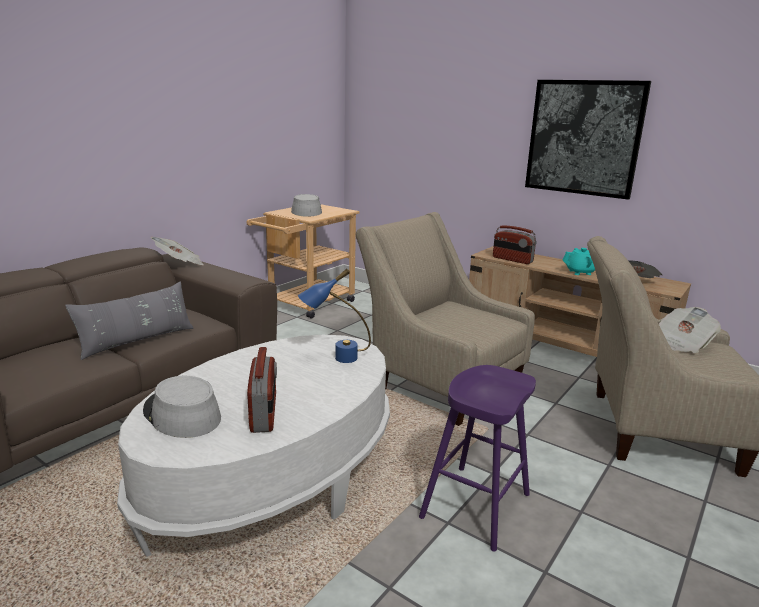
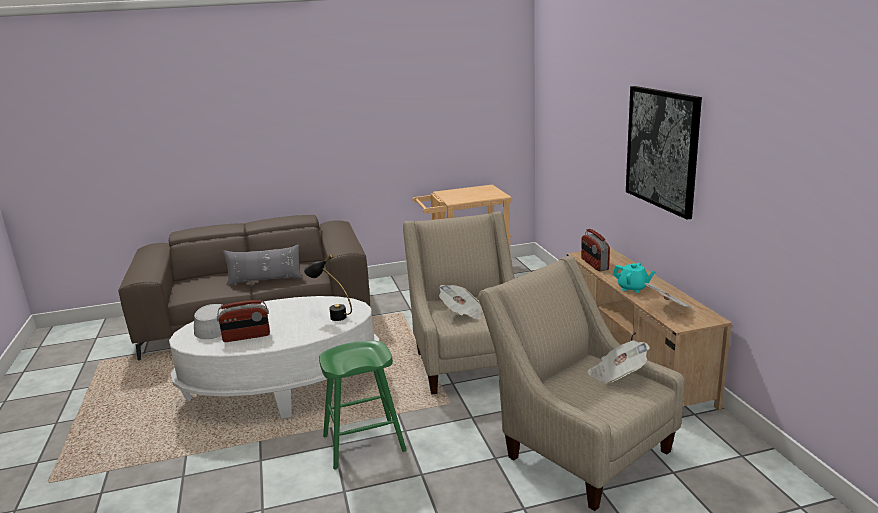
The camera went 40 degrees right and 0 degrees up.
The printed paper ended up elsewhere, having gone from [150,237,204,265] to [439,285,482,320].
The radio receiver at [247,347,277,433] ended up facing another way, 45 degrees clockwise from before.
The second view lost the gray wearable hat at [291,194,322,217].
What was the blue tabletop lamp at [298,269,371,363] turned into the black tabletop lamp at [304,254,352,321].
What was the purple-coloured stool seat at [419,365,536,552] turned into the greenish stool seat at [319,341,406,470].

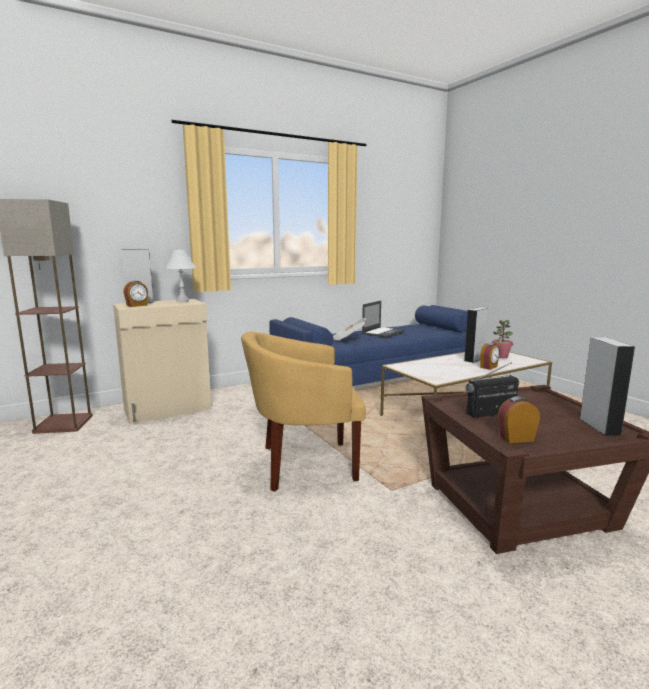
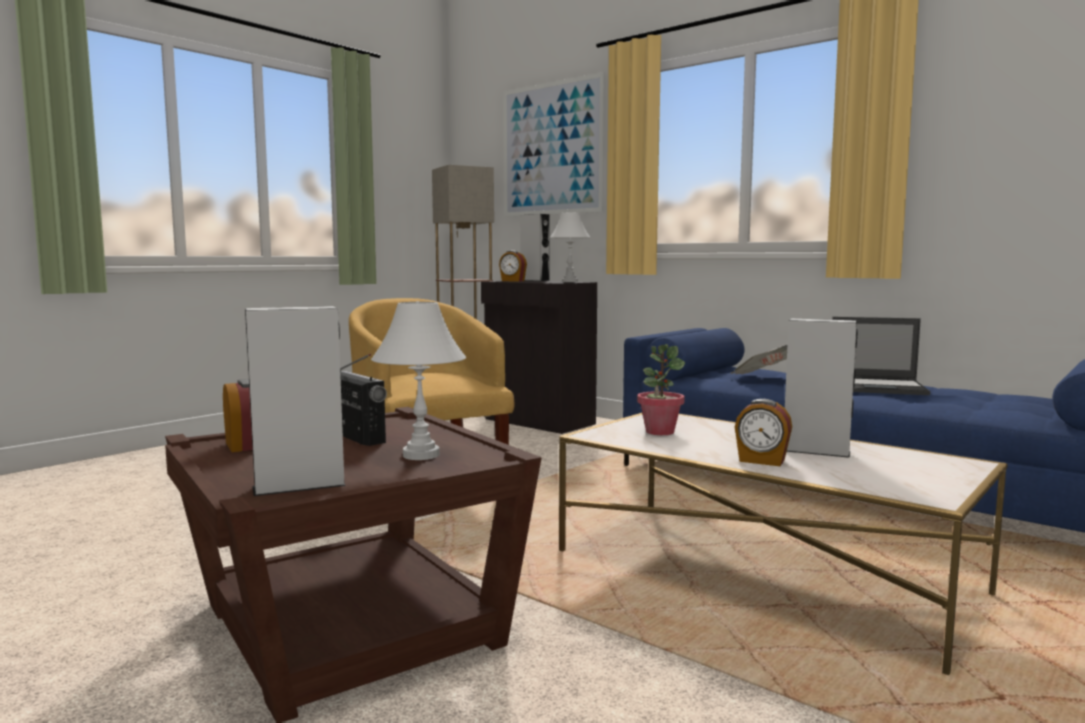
The camera went 70 degrees right and 5 degrees down.
What was the beige-coloured storage cabinet at [113,299,211,424] turned into the black storage cabinet at [481,281,597,434].
The houseplant ended up elsewhere, having gone from [492,320,513,358] to [637,344,685,435].
The second view gained the whitish tabletop lamp at [371,301,466,460].
The second view gained the wall art at [503,72,605,217].

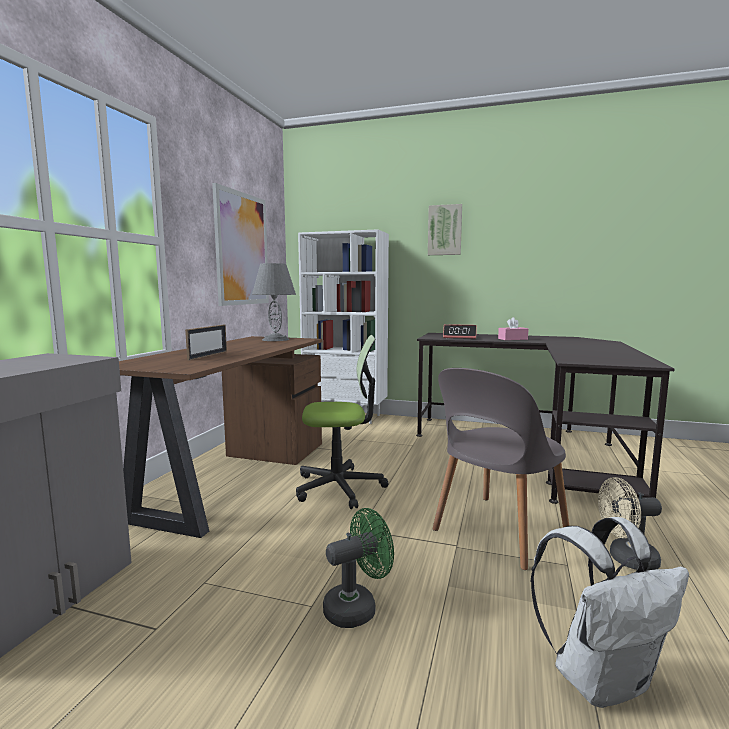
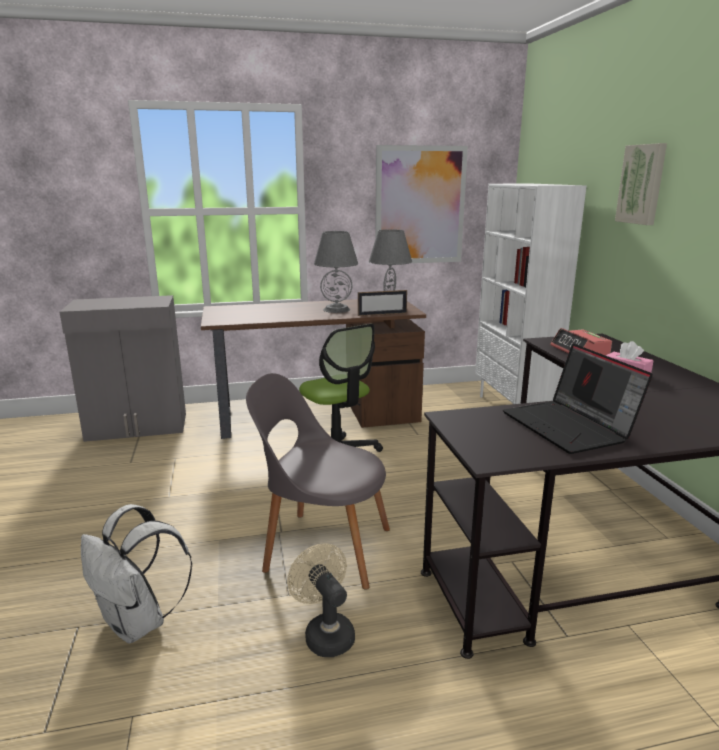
The camera went 60 degrees right and 10 degrees up.
The picture frame ended up elsewhere, having gone from [185,325,227,360] to [358,290,407,316].
The second view lost the greenish cooling fan at [323,508,394,628].
The second view gained the gray tabletop lamp at [314,231,358,313].
The second view gained the laptop at [503,344,653,454].

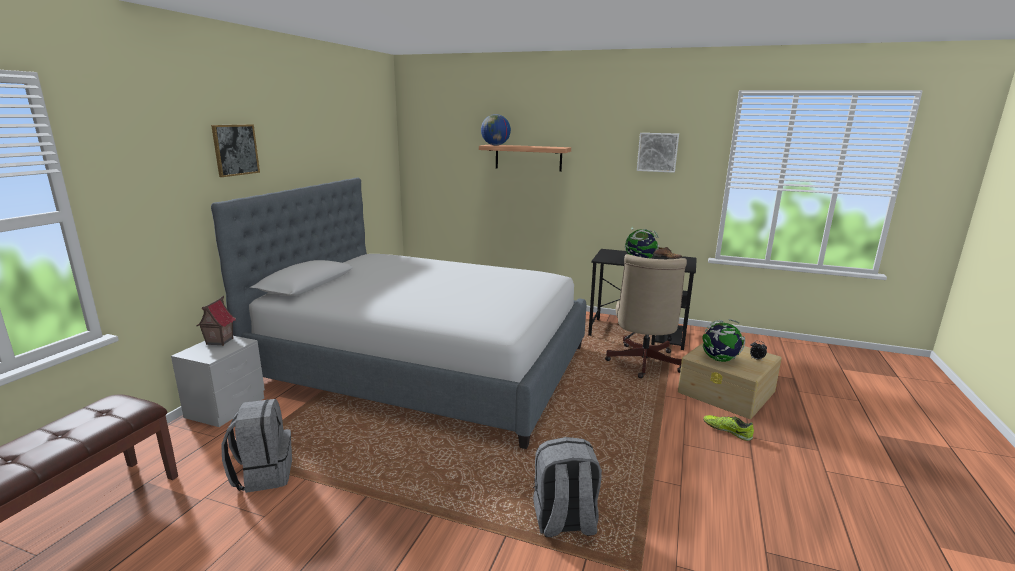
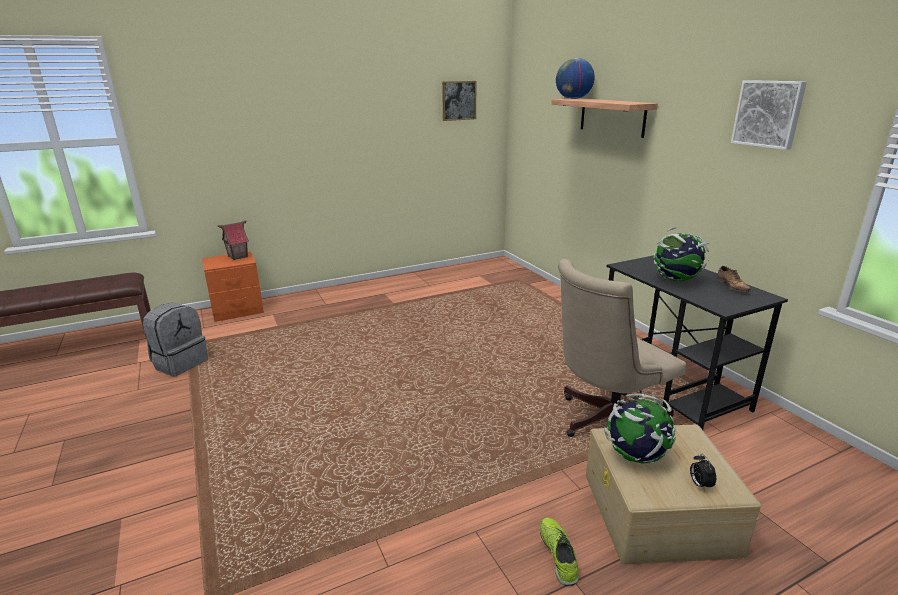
The camera went 45 degrees right and 5 degrees up.
What was the gray night table at [171,336,265,427] turned into the orangey night table at [202,251,264,322].
The wall art ended up elsewhere, having gone from [211,124,260,177] to [442,81,477,121].
The second view lost the sleeping bed at [211,178,586,449].
The second view lost the gray backpack at [533,437,602,537].

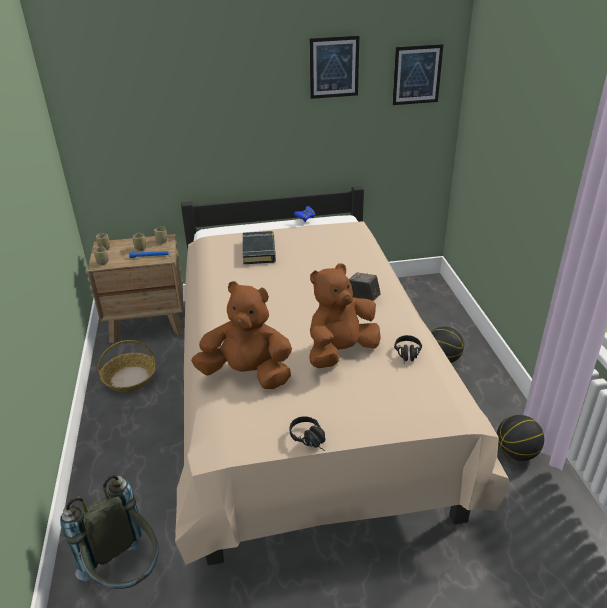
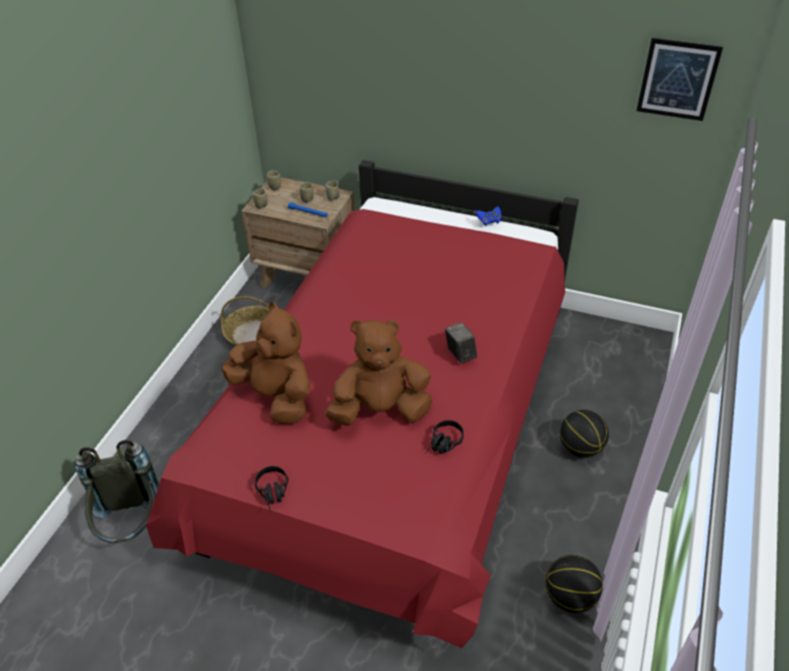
The camera went 30 degrees right and 10 degrees up.
What was the beige-coloured sleeping bed at [175,186,509,565] turned into the reddish sleeping bed at [146,160,579,648].
The second view lost the black volume at [243,231,276,264].
The second view lost the wall art at [310,36,359,99].

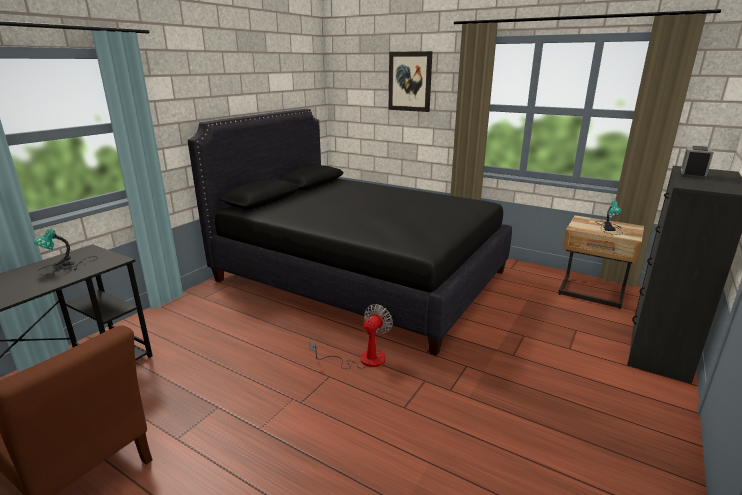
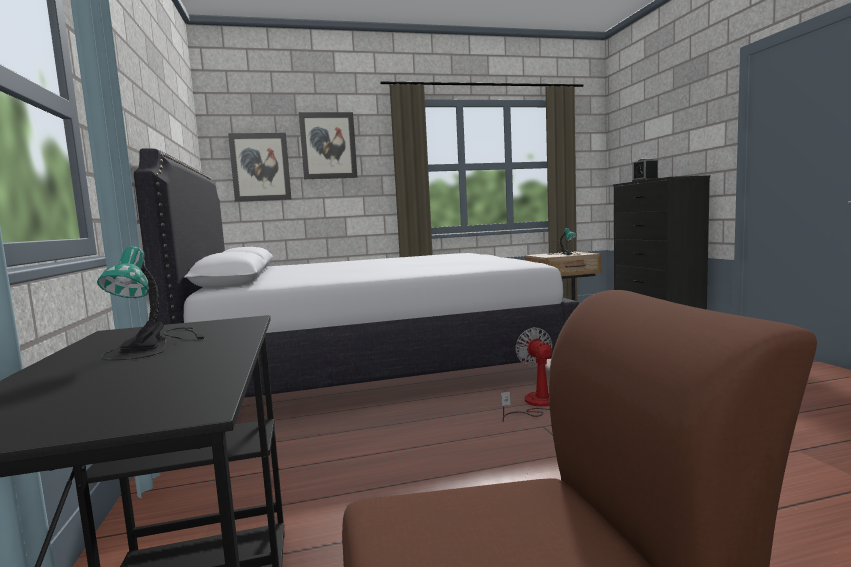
The camera went 45 degrees left and 15 degrees down.
What was the black sleeping bed at [187,109,512,356] turned into the whitish sleeping bed at [134,148,579,398].
The second view gained the wall art at [228,133,292,202].

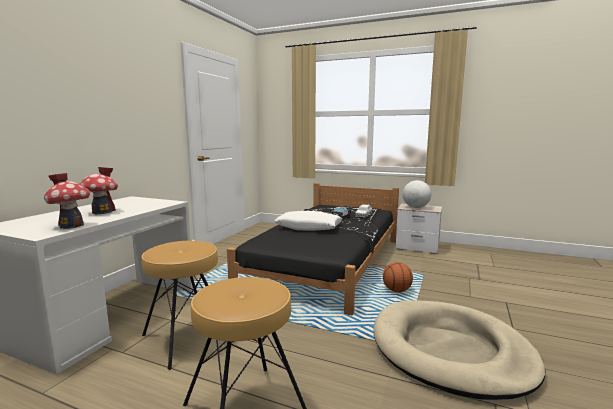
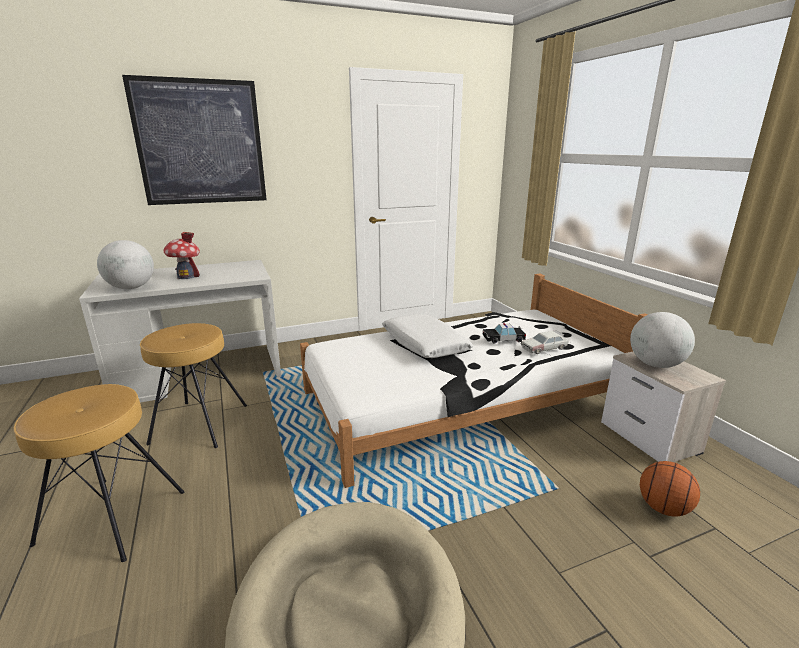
The camera went 45 degrees right and 10 degrees up.
Where the miniature house stood at [44,173,90,229], the desk globe came to stand at [97,240,154,289].
What was the black sleeping bed at [227,183,399,315] turned into the whitish sleeping bed at [300,274,648,488].
The basketball ball ended up elsewhere, having gone from [383,262,413,292] to [640,461,700,516].
The second view gained the wall art at [122,75,267,205].

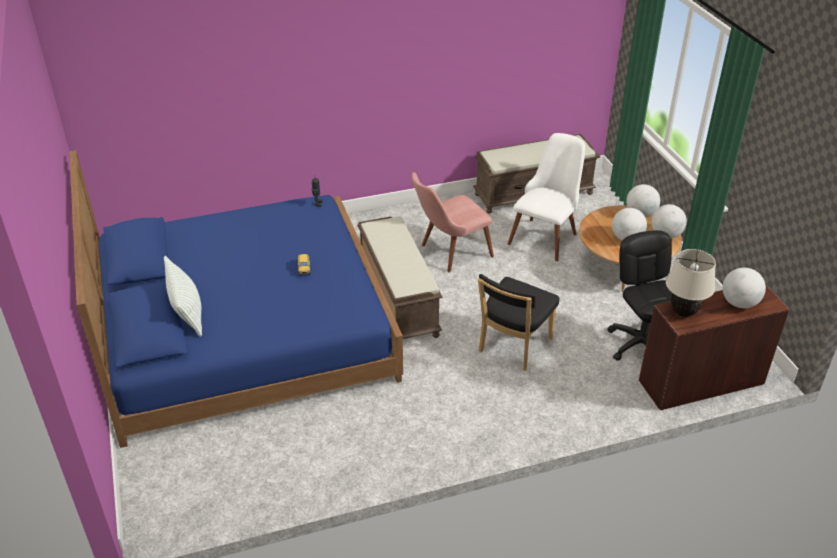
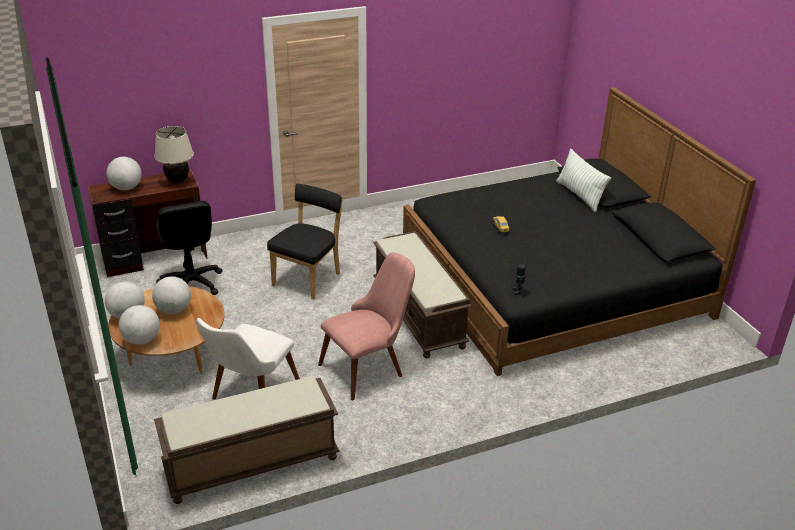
The camera went 175 degrees right and 5 degrees down.
What was the blue sleeping bed at [69,150,403,448] turned into the black sleeping bed at [403,87,756,376].

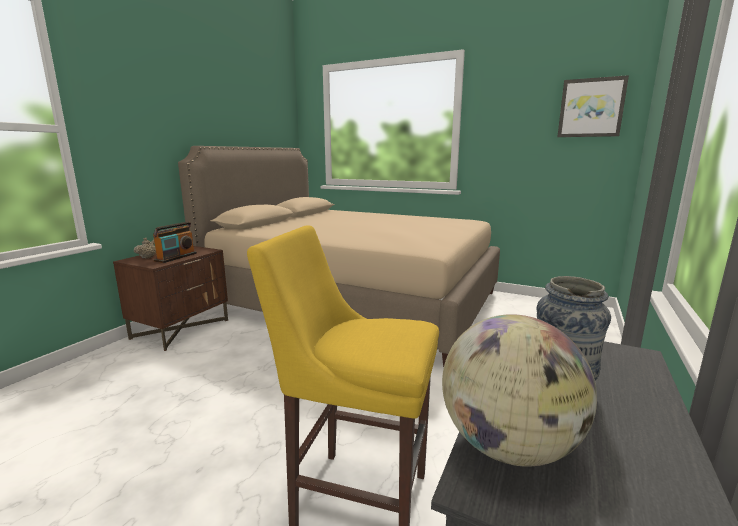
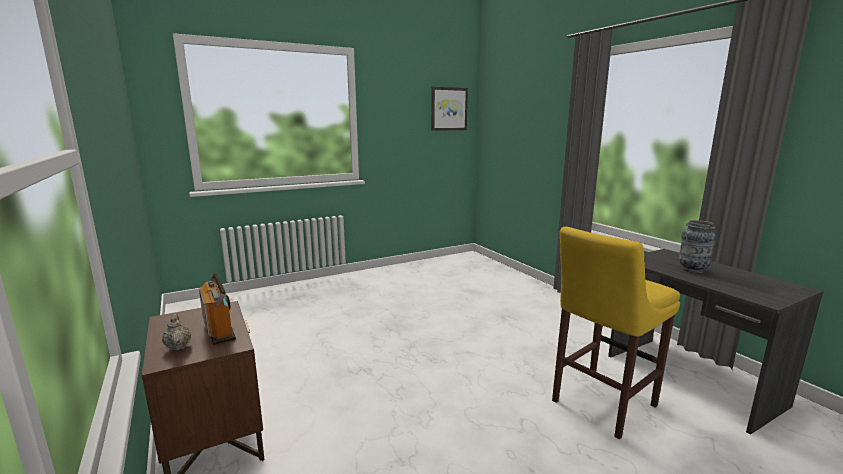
The camera went 55 degrees left and 0 degrees up.
The second view lost the beige-coloured sleeping bed at [178,146,500,367].
The second view lost the desk globe at [442,314,597,467].

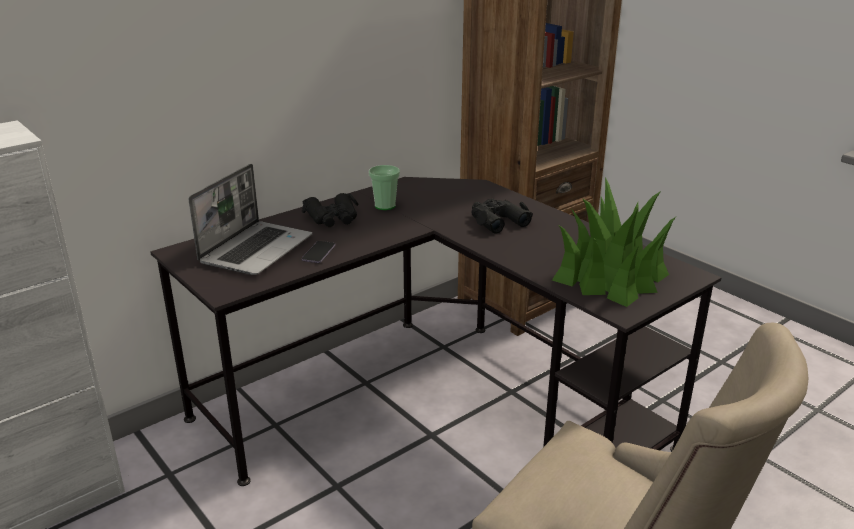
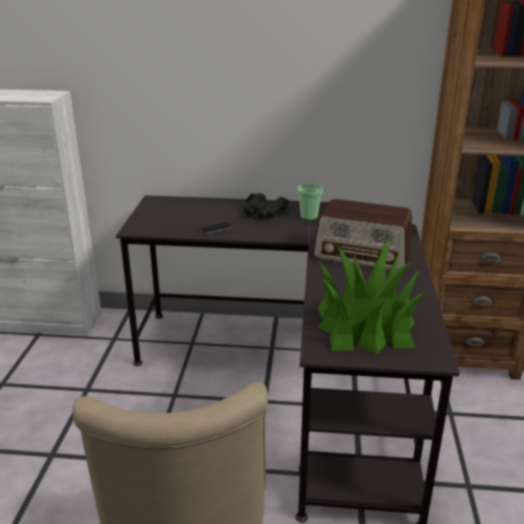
The camera went 45 degrees right and 0 degrees up.
The second view lost the laptop at [189,164,312,275].
Where the black field glasses stood at [471,199,533,234], the radio receiver came to stand at [313,199,412,270].

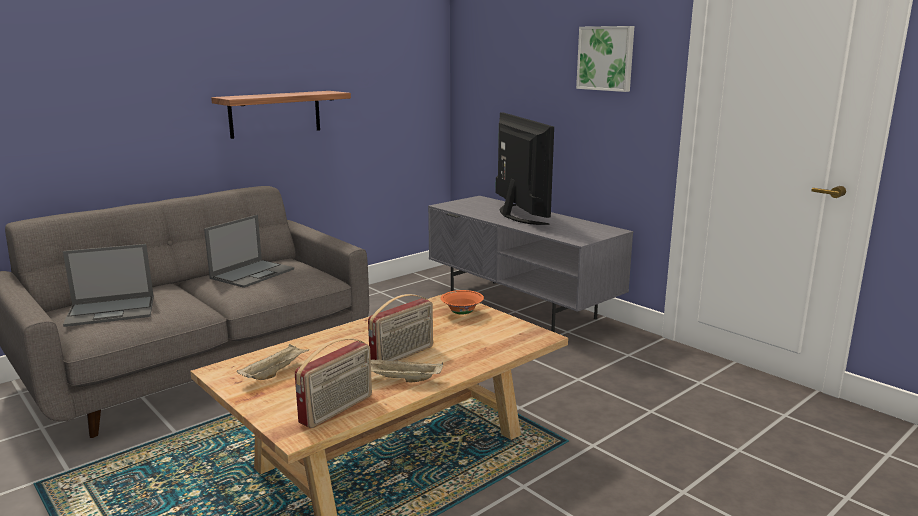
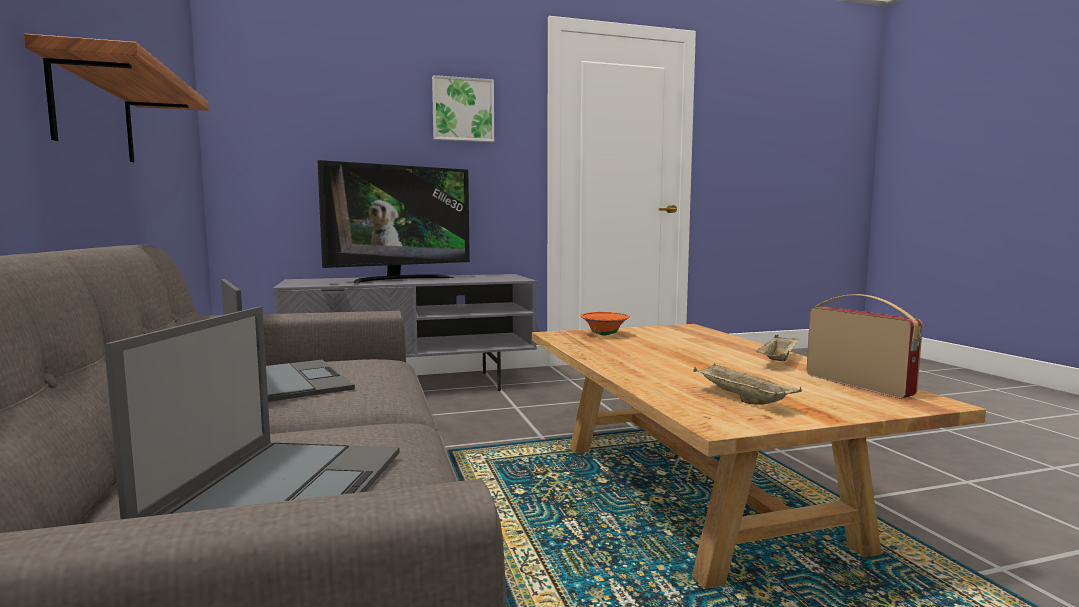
The camera went 65 degrees left and 10 degrees down.
The second view lost the radio receiver at [368,294,433,361].
The television at [495,112,554,225] ended up facing another way, 135 degrees clockwise from before.

